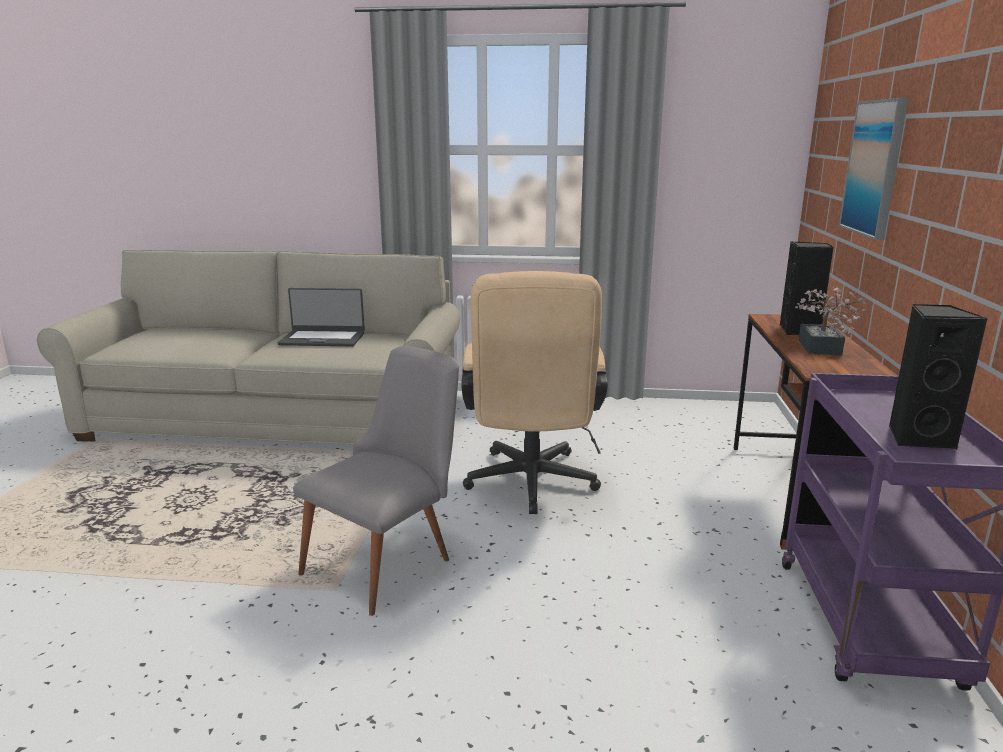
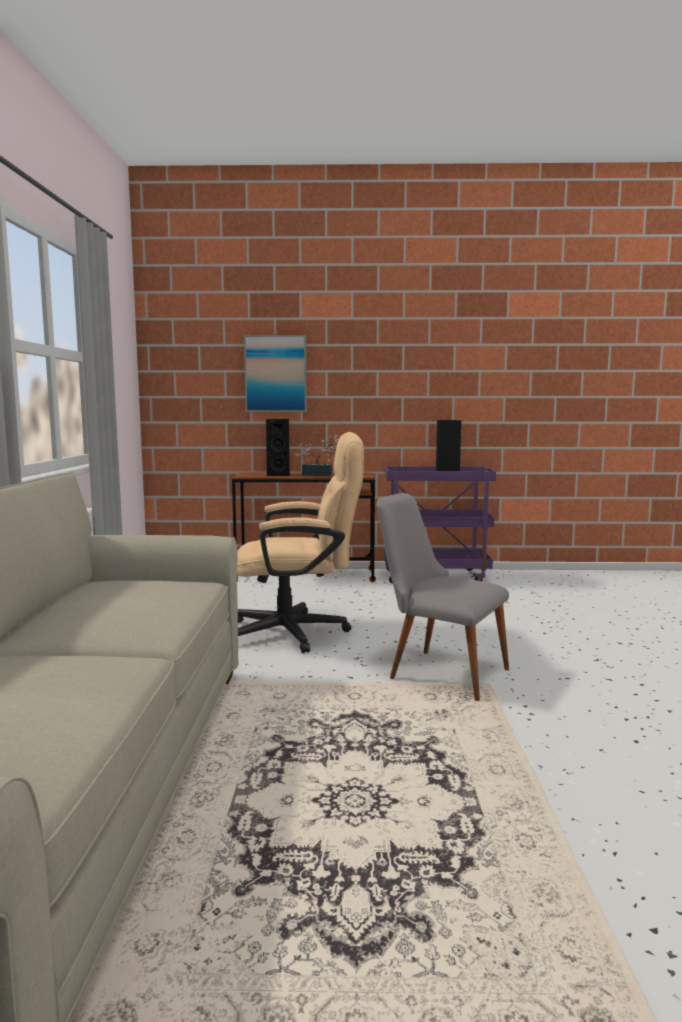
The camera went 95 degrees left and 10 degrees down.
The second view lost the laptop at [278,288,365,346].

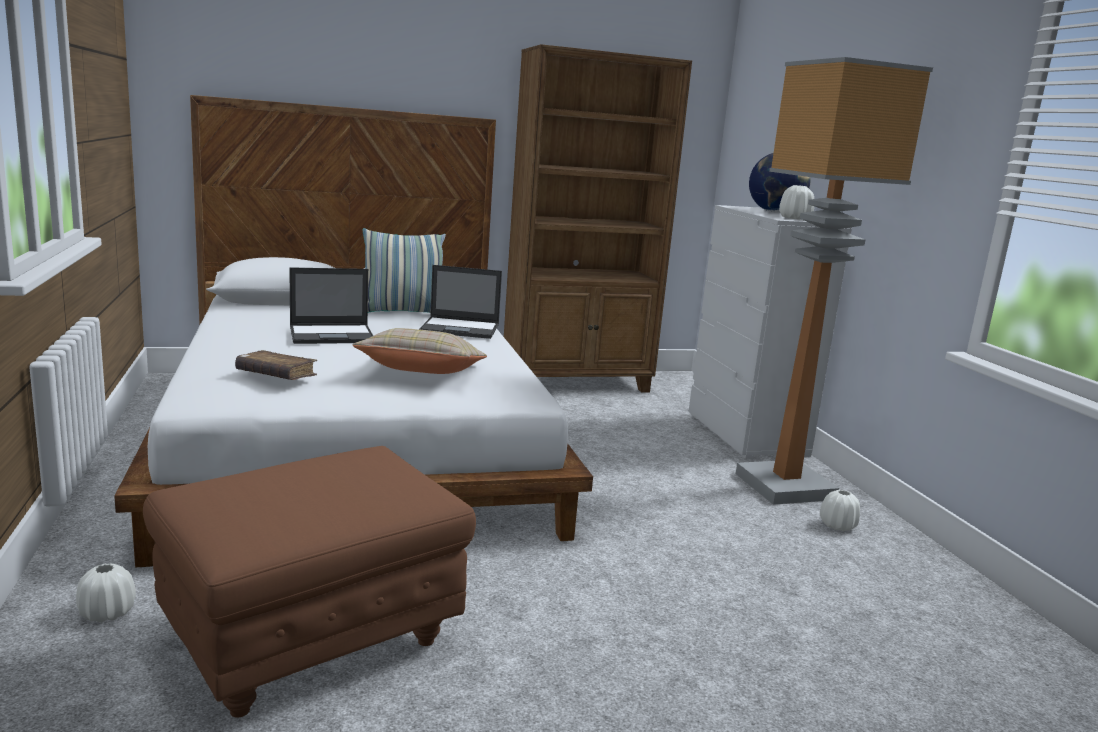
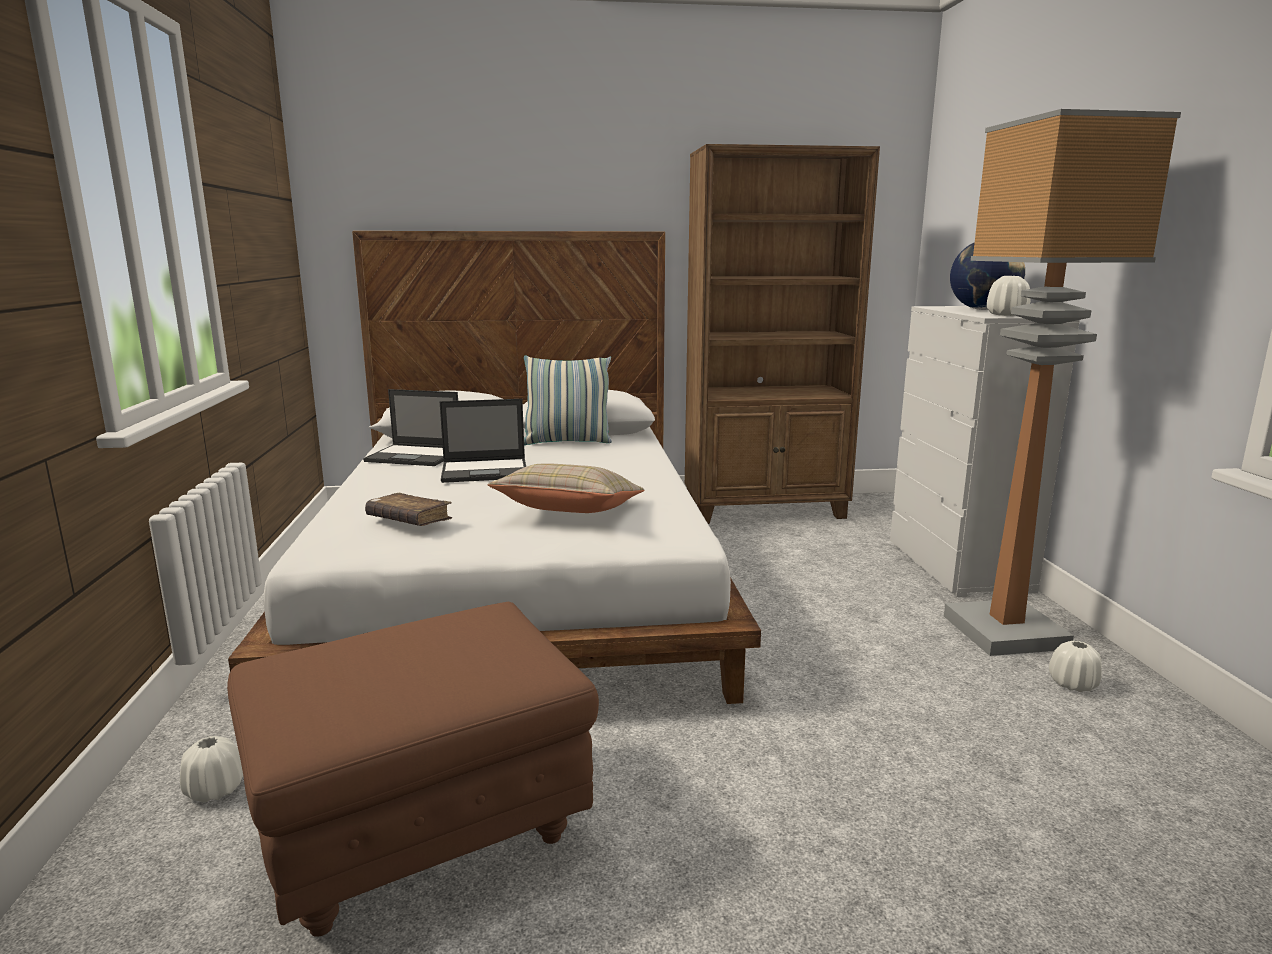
The camera went 10 degrees right and 0 degrees up.
The laptop ended up elsewhere, having gone from [419,265,502,339] to [363,389,458,466].

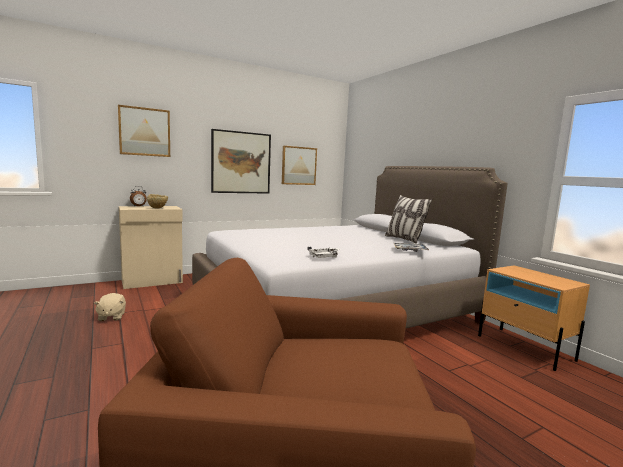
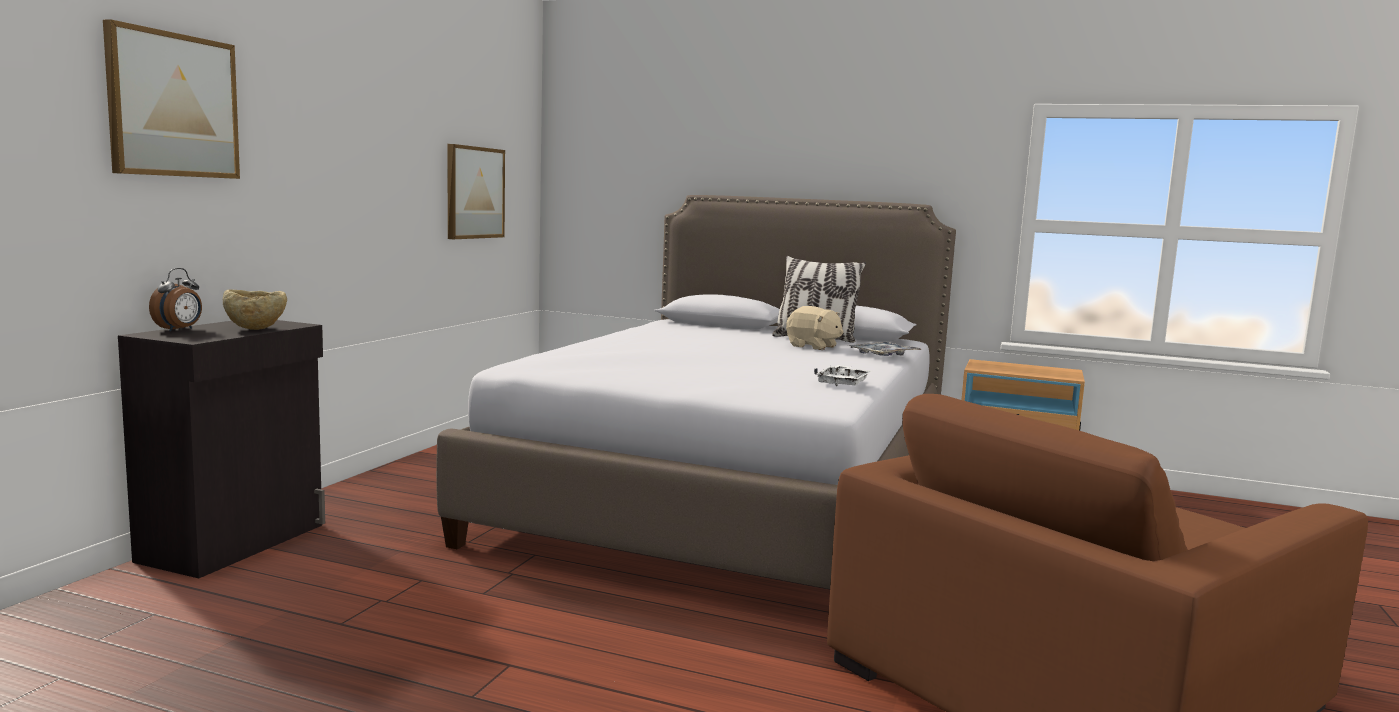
The camera went 40 degrees left and 0 degrees up.
The beige-coloured plush toy ended up elsewhere, having gone from [94,293,126,321] to [786,306,844,350].
What was the beige-coloured storage cabinet at [119,206,183,289] turned into the black storage cabinet at [118,320,325,578].
The second view lost the wall art at [211,129,271,194].

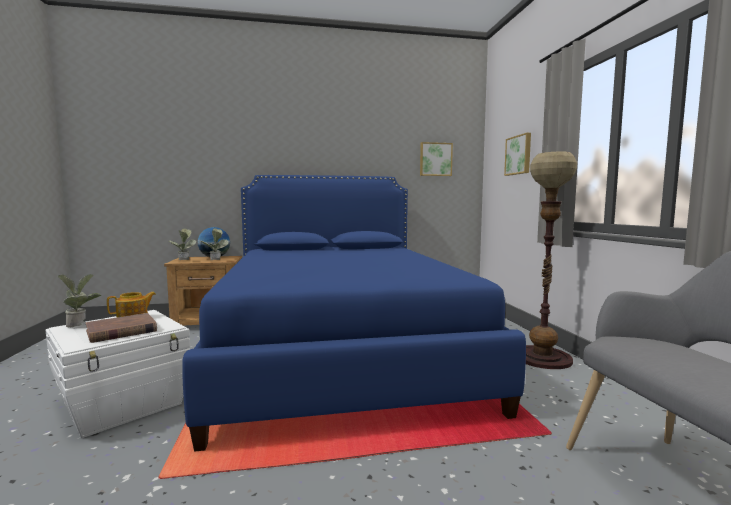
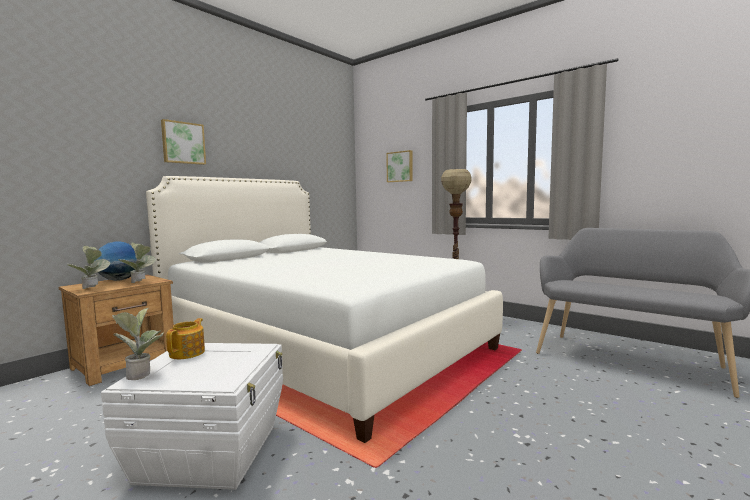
The camera went 40 degrees left and 0 degrees up.
The second view lost the brown-coloured volume at [86,313,157,343].
What was the blue sleeping bed at [182,175,526,452] turned into the whitish sleeping bed at [146,176,503,443].
The wall art ended up elsewhere, having gone from [420,142,453,176] to [161,119,206,165].

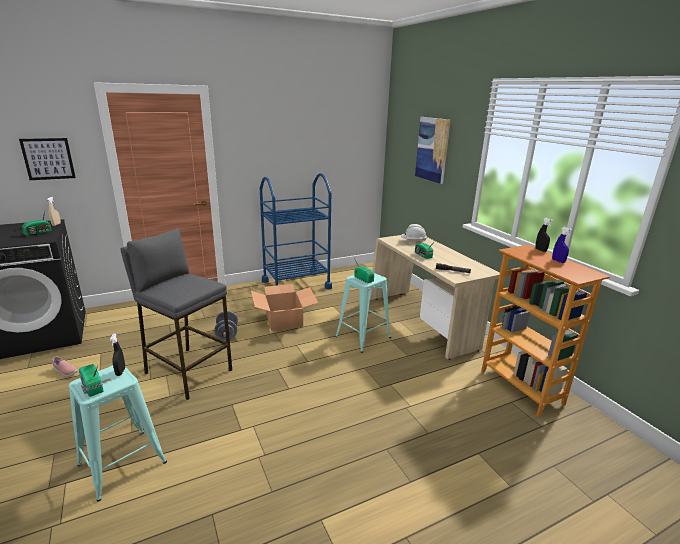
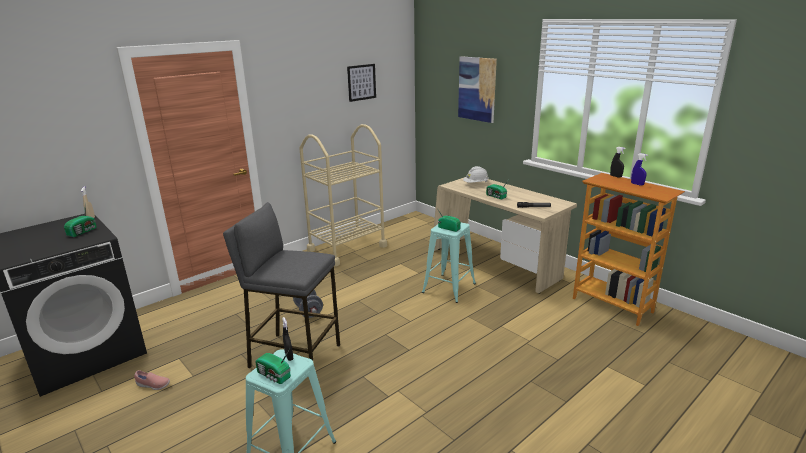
The camera went 15 degrees left and 0 degrees up.
The wall art ended up elsewhere, having gone from [19,138,76,180] to [347,64,376,102].
The second view lost the carton at [251,284,318,331].
What was the blue cart at [260,173,332,289] turned into the beige-coloured cart at [299,124,387,266].

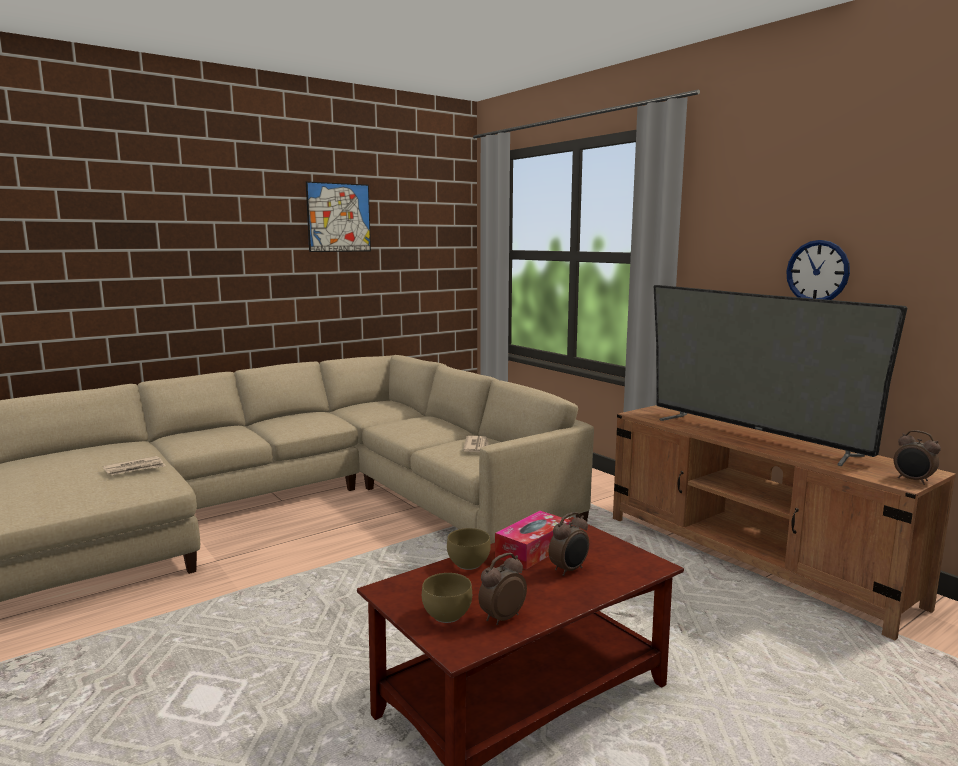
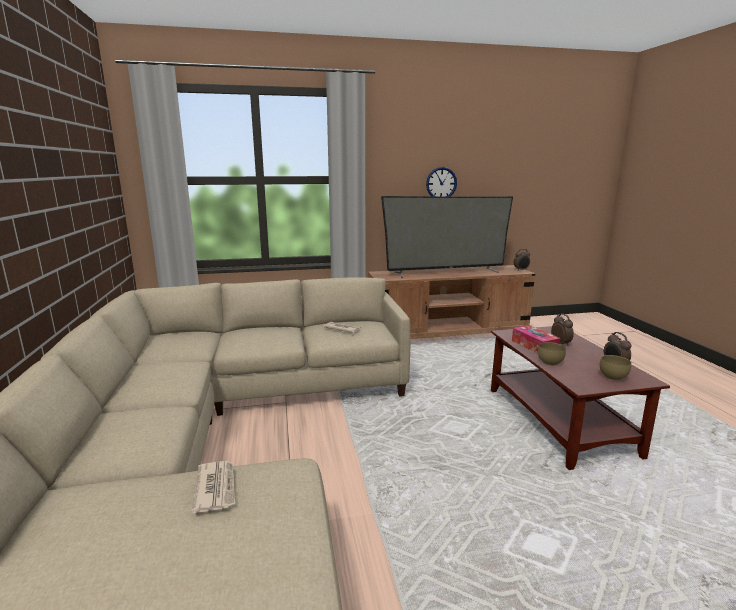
The camera went 65 degrees left and 5 degrees up.
The second view lost the wall art at [306,181,371,252].

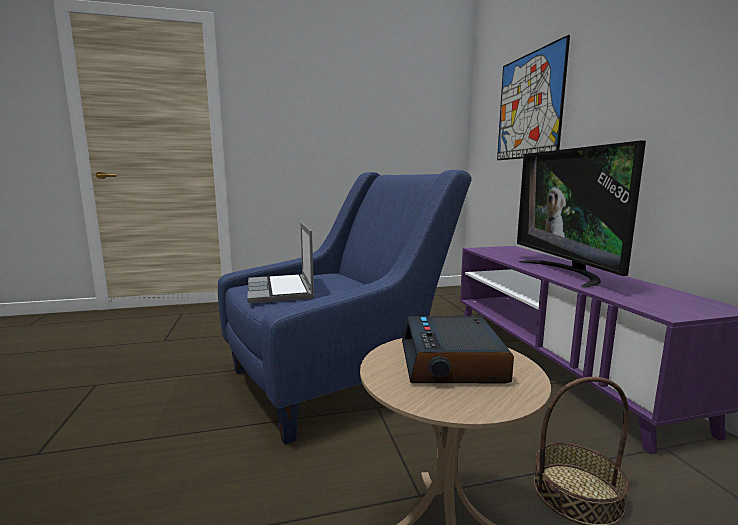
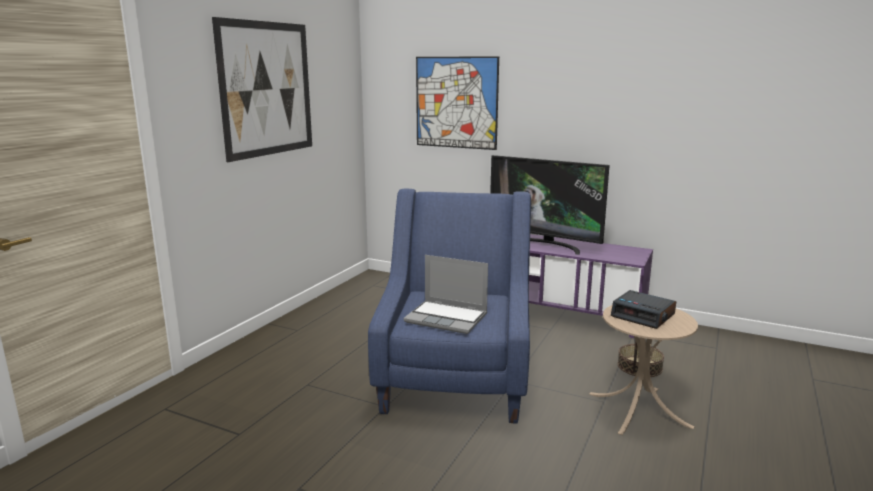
The camera went 50 degrees left and 5 degrees up.
The second view gained the wall art at [212,17,312,162].

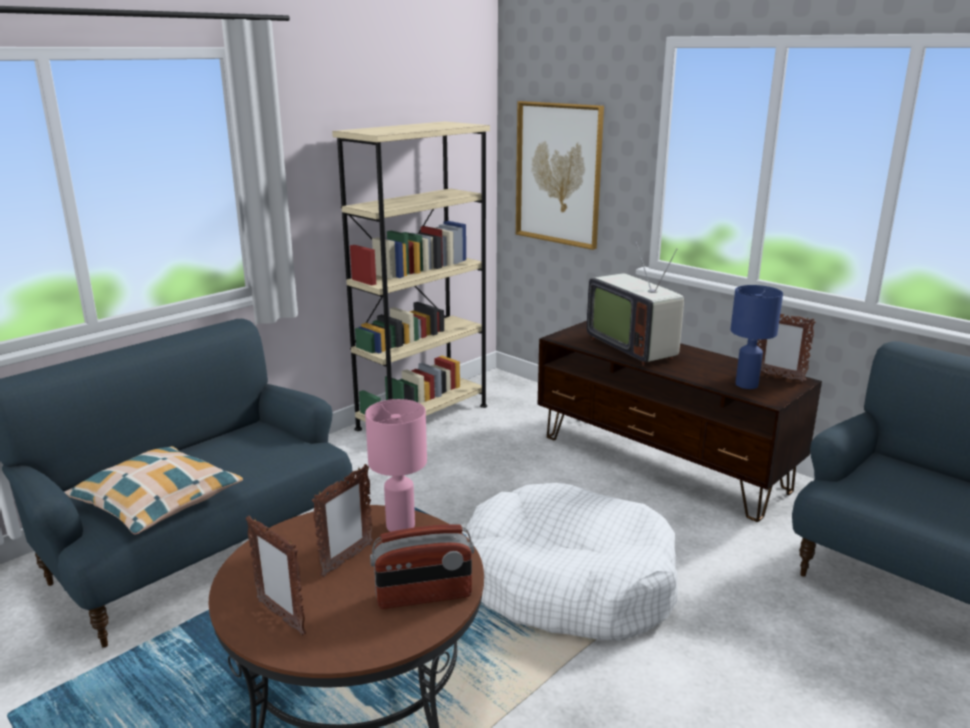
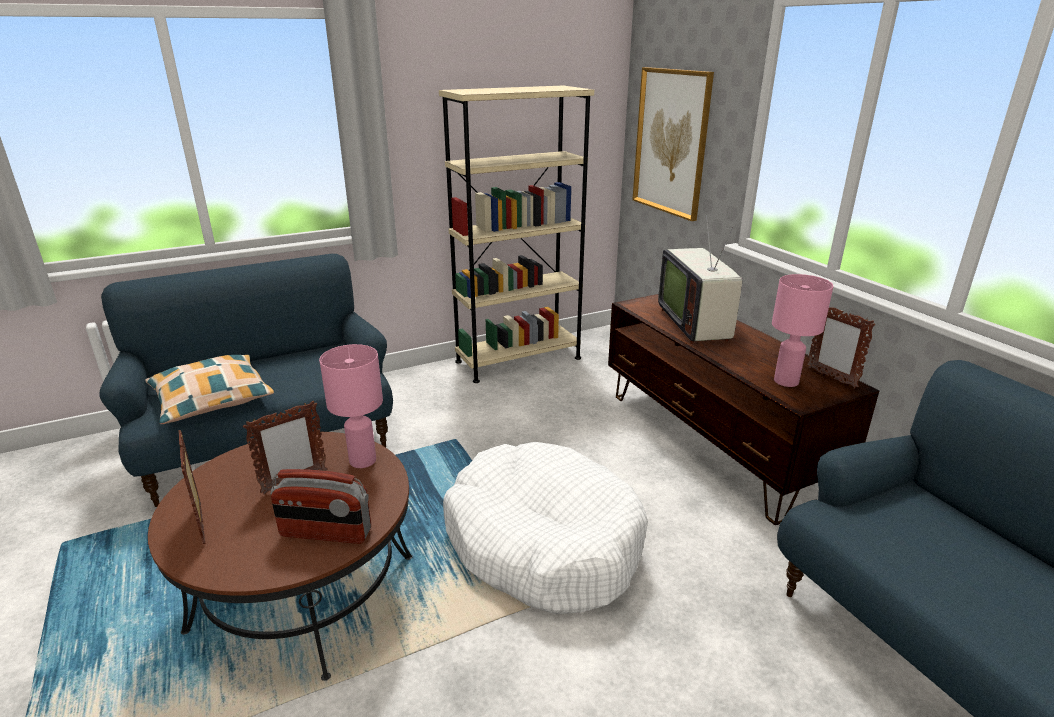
The camera went 20 degrees right and 5 degrees up.
What was the blue tabletop lamp at [730,285,783,389] turned into the pinkish tabletop lamp at [772,274,834,387].

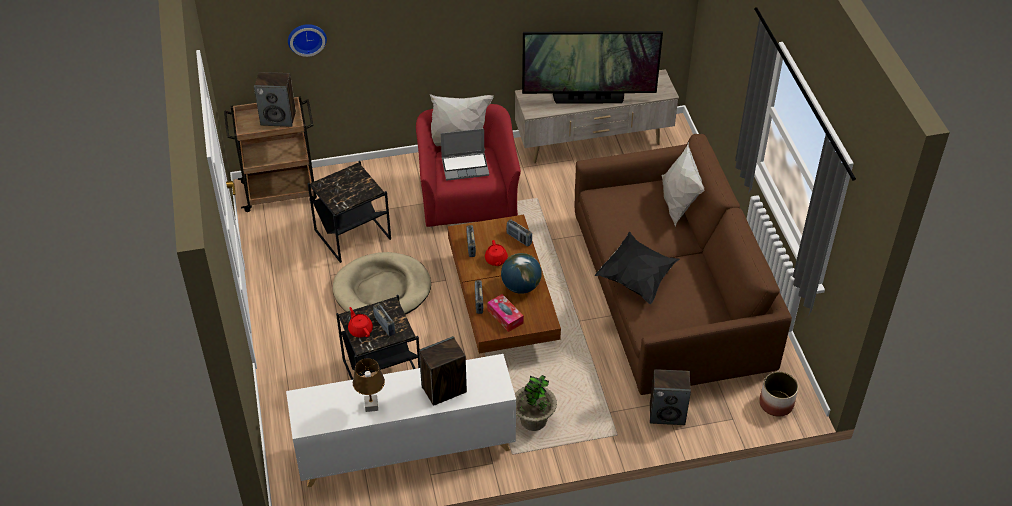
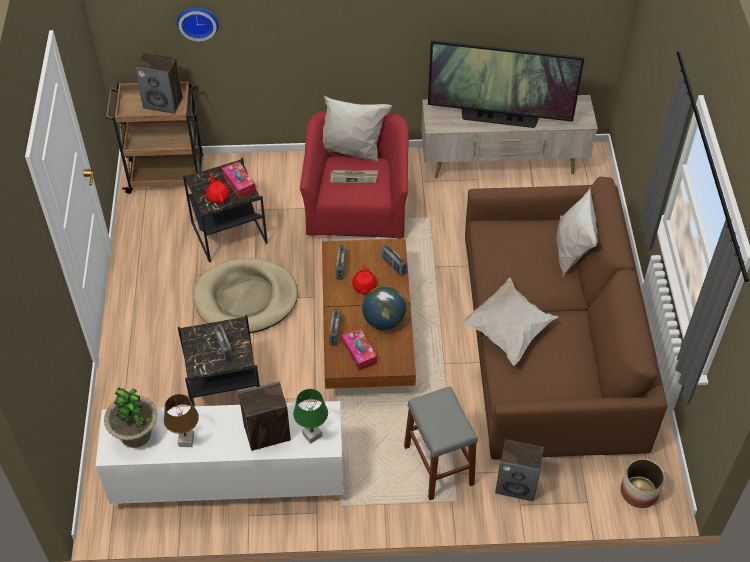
The camera went 10 degrees right and 5 degrees up.
The reddish pot for tea ended up elsewhere, having gone from [348,307,373,337] to [205,173,230,203].
Where the laptop stood at [441,128,489,180], the printed paper came to stand at [330,170,378,183].
The houseplant ended up elsewhere, having gone from [515,375,557,431] to [104,387,157,448].
What was the black pillow at [595,232,680,304] turned into the whitish pillow at [461,277,558,366].
The second view gained the tissue box at [222,161,256,199].
The second view gained the greenish tabletop lamp at [293,389,328,444].
The second view gained the gray stool seat at [404,386,478,500].

